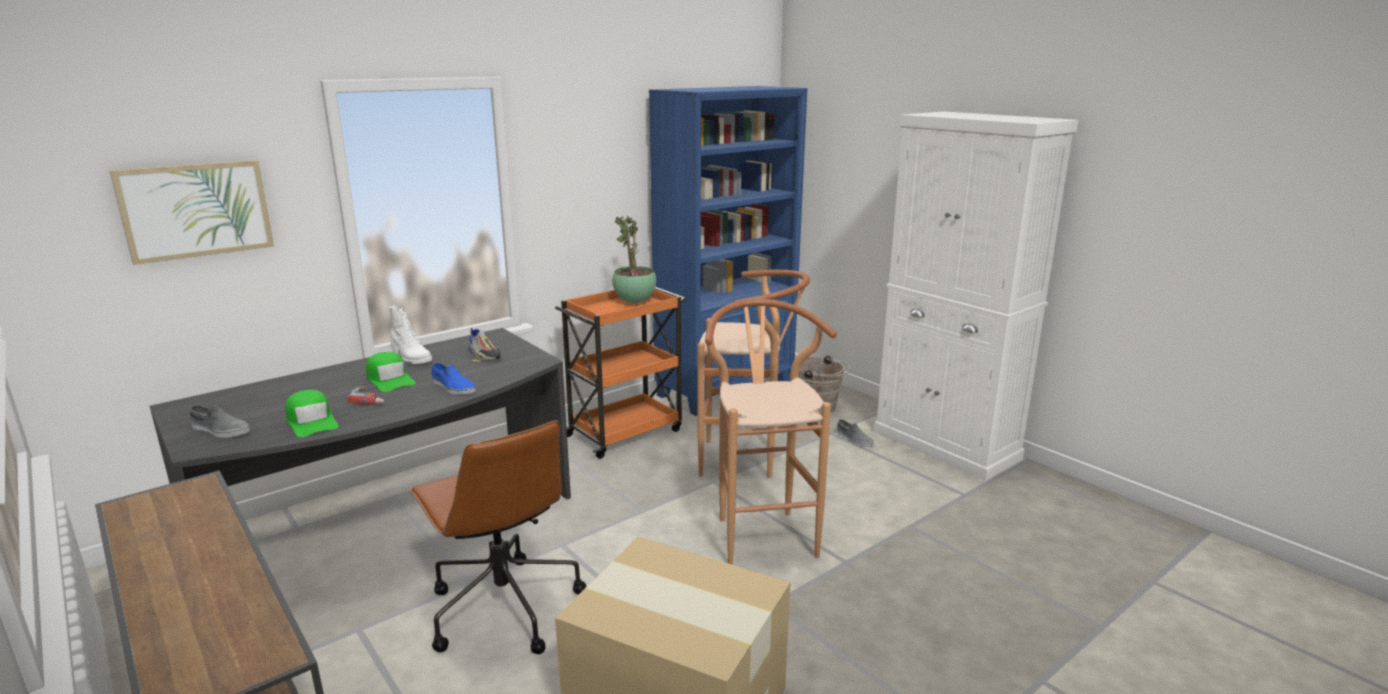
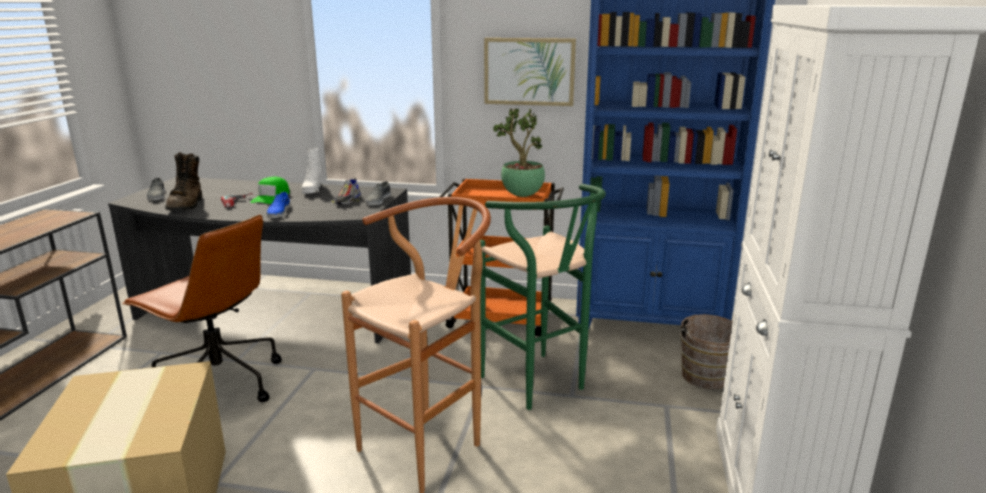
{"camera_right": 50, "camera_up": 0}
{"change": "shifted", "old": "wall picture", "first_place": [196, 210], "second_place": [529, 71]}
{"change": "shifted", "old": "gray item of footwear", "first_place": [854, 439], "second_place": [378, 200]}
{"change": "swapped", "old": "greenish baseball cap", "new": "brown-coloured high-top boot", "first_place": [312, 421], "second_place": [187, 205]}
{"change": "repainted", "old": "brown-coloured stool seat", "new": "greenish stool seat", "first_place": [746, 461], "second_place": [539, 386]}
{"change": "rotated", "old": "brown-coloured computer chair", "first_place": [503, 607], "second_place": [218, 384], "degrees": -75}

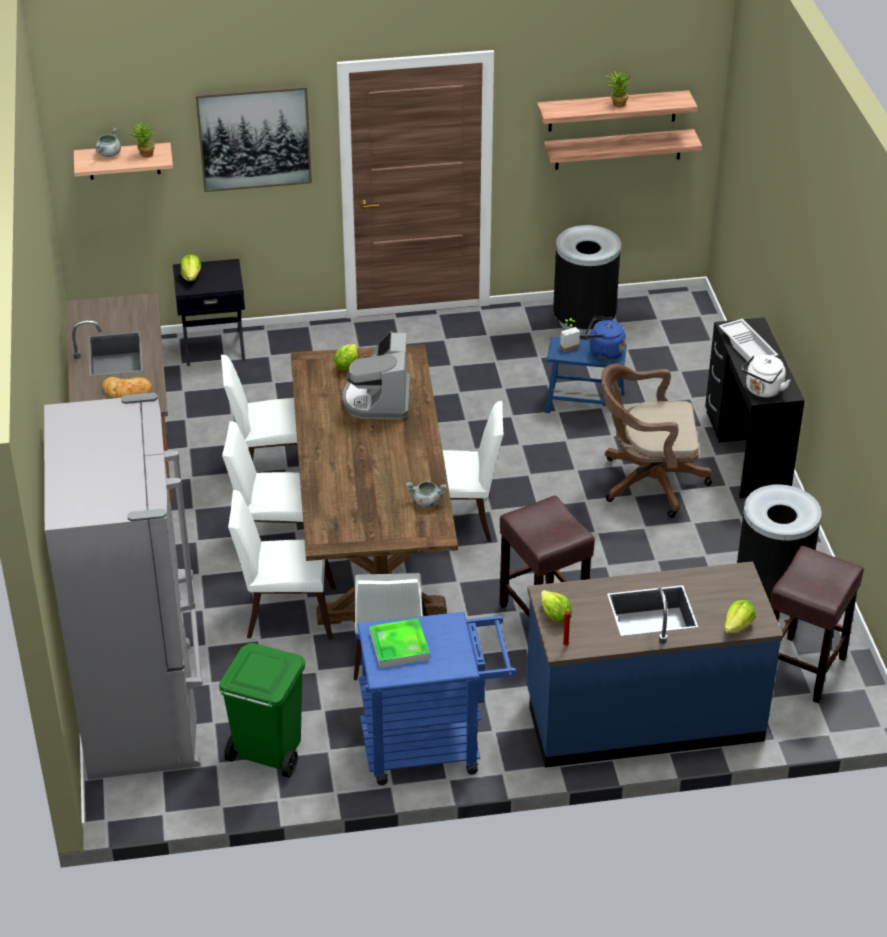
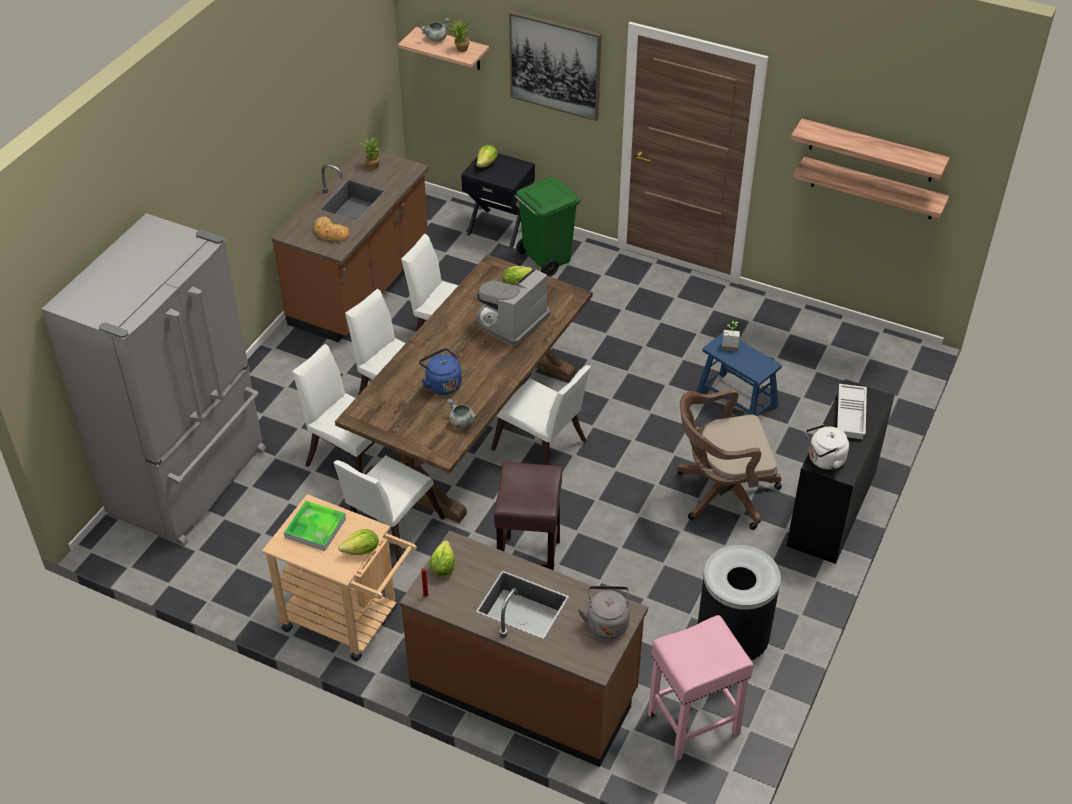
{"camera_right": 35, "camera_up": 5}
{"change": "gone", "old": "black-coloured rubbish bin", "first_place": [584, 321]}
{"change": "new", "new": "gray water kettle", "second_place": [607, 623]}
{"change": "shifted", "old": "greenish rubbish bin", "first_place": [267, 753], "second_place": [546, 259]}
{"change": "shifted", "old": "blue water kettle", "first_place": [604, 352], "second_place": [442, 384]}
{"change": "shifted", "old": "houseplant", "first_place": [616, 104], "second_place": [372, 165]}
{"change": "shifted", "old": "lettuce head", "first_place": [738, 626], "second_place": [362, 551]}
{"change": "repainted", "old": "blue trolley", "new": "beige trolley", "first_place": [432, 745], "second_place": [349, 621]}
{"change": "repainted", "old": "blue kitchen counter", "new": "brown-coloured kitchen counter", "first_place": [643, 717], "second_place": [524, 689]}
{"change": "repainted", "old": "brown-coloured stool seat", "new": "pink-coloured stool seat", "first_place": [803, 670], "second_place": [692, 725]}
{"change": "rotated", "old": "brown-coloured computer chair", "first_place": [647, 482], "second_place": [721, 493], "degrees": -45}

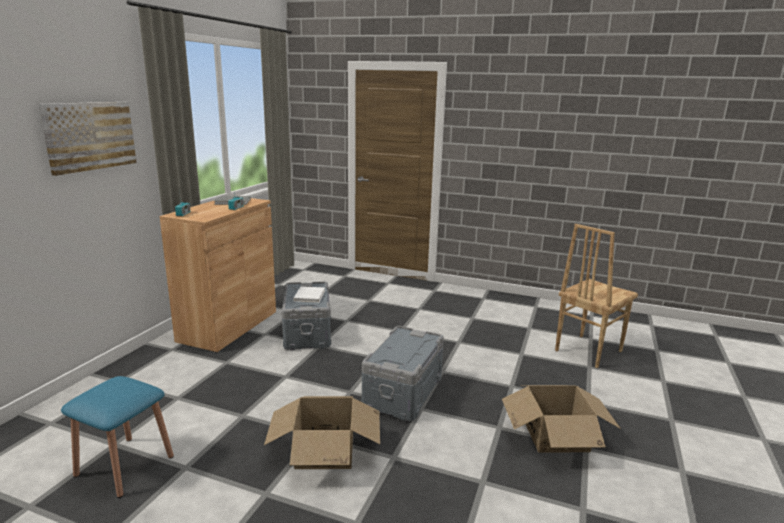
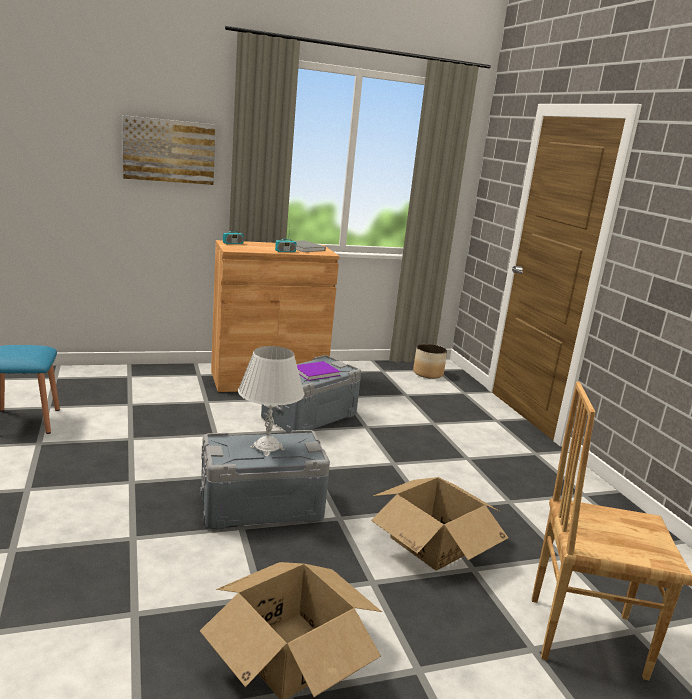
{"camera_right": 50, "camera_up": 0}
{"change": "new", "new": "white-coloured table lamp", "second_place": [267, 448]}
{"change": "new", "new": "flower pot", "second_place": [427, 373]}
{"change": "shifted", "old": "packing box", "first_place": [325, 450], "second_place": [434, 543]}
{"change": "repainted", "old": "white-coloured bound book", "new": "purple-coloured bound book", "first_place": [310, 295], "second_place": [317, 372]}

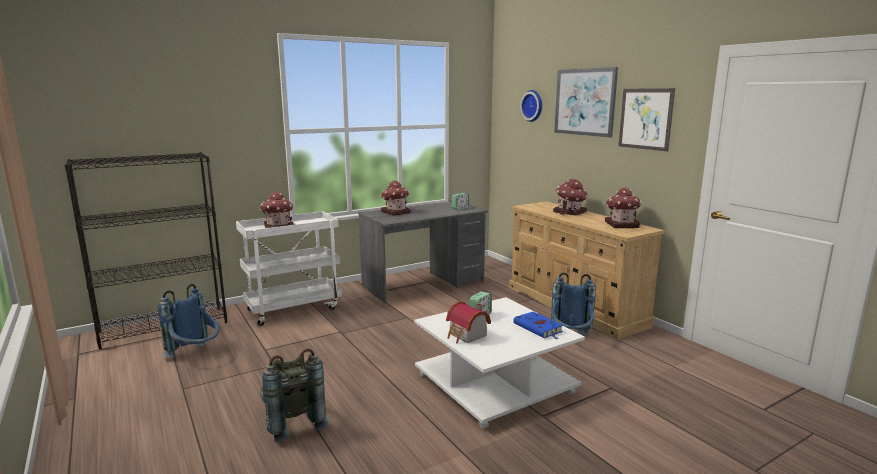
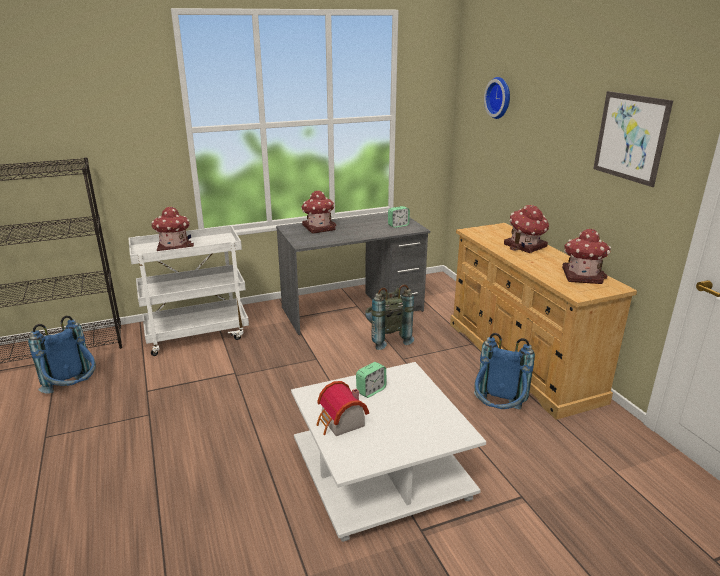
{"camera_right": 10, "camera_up": 10}
{"change": "gone", "old": "blue bound book", "first_place": [539, 328]}
{"change": "gone", "old": "wall picture", "first_place": [584, 102]}
{"change": "shifted", "old": "gray backpack", "first_place": [292, 423], "second_place": [386, 338]}

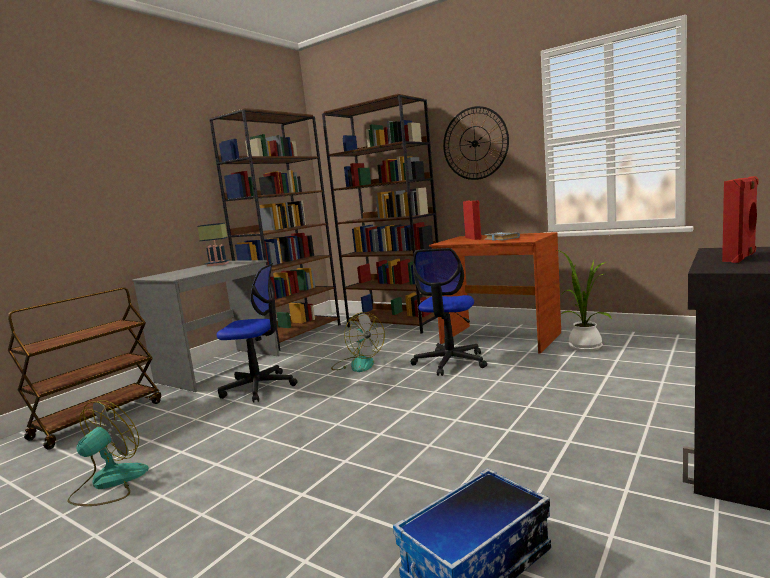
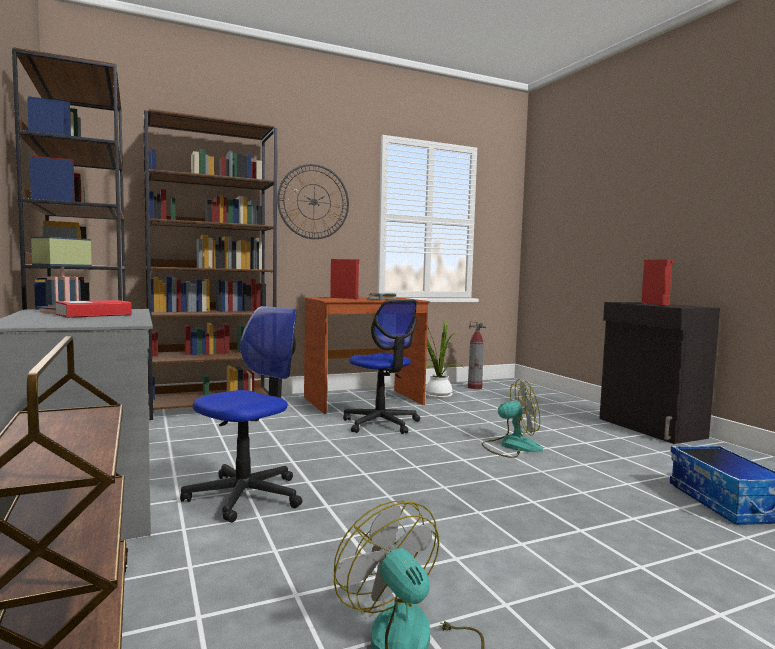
{"camera_right": -60, "camera_up": -5}
{"change": "new", "new": "bound book", "second_place": [94, 315]}
{"change": "new", "new": "fire-fighting cylinder", "second_place": [475, 387]}
{"change": "shifted", "old": "fan", "first_place": [358, 364], "second_place": [511, 446]}

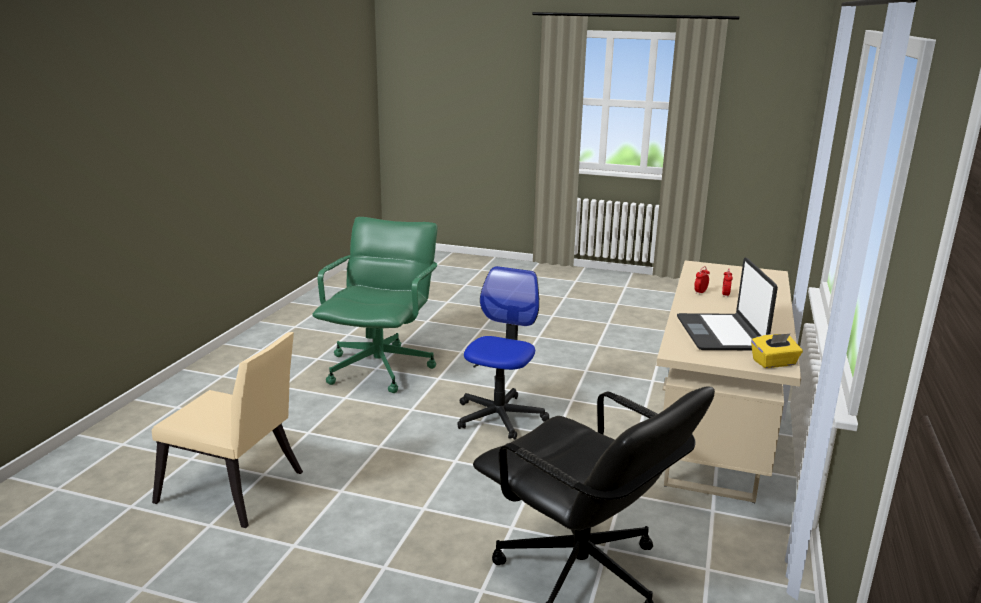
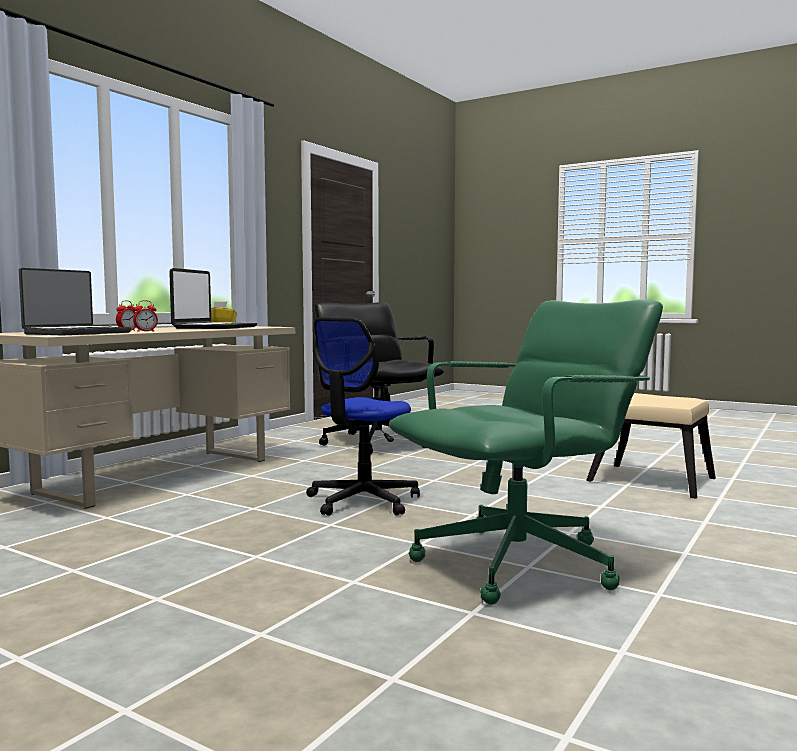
{"camera_right": -165, "camera_up": -15}
{"change": "new", "new": "notebook computer", "second_place": [77, 333]}
{"change": "rotated", "old": "greenish computer chair", "first_place": [380, 368], "second_place": [520, 564], "degrees": -150}

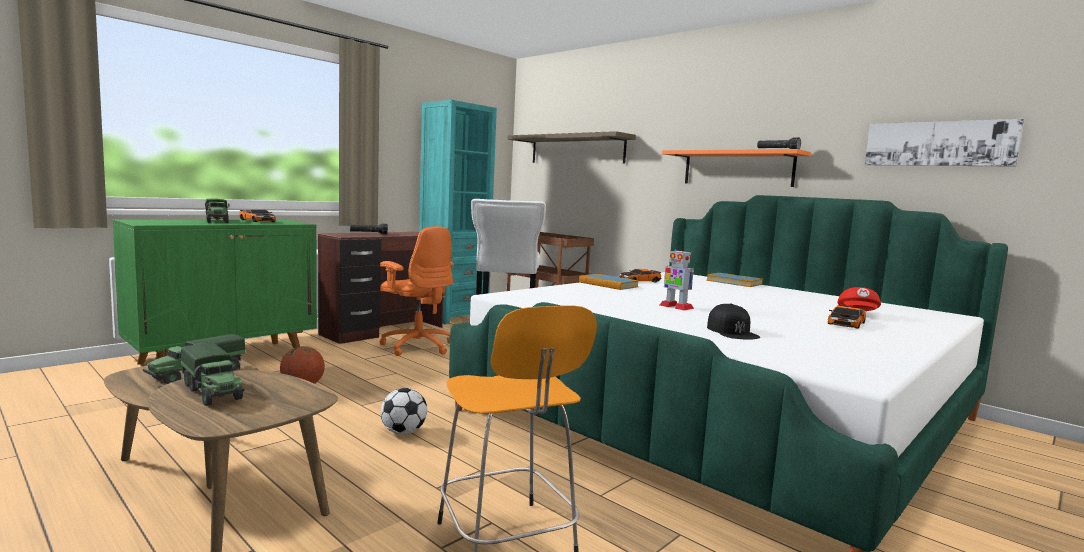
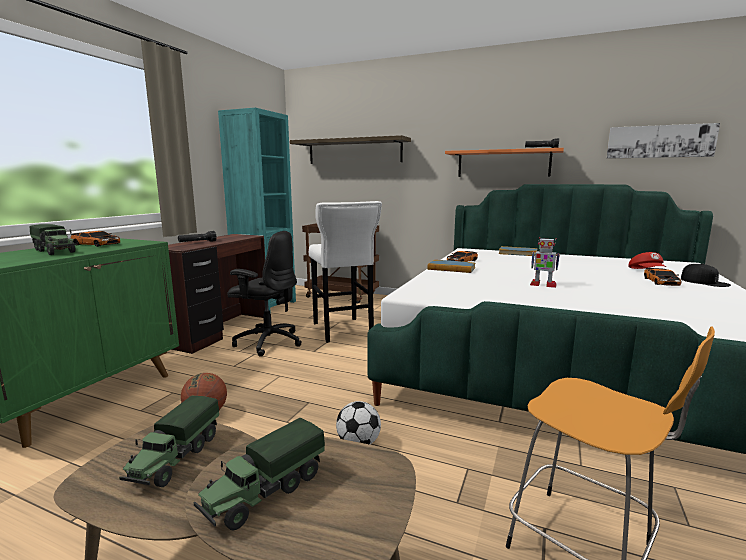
{"camera_right": -20, "camera_up": 5}
{"change": "shifted", "old": "black-coloured baseball cap", "first_place": [732, 331], "second_place": [704, 282]}
{"change": "repainted", "old": "orange computer chair", "new": "black-coloured computer chair", "first_place": [417, 346], "second_place": [268, 342]}
{"change": "rotated", "old": "model truck", "first_place": [213, 392], "second_place": [264, 492], "degrees": 105}

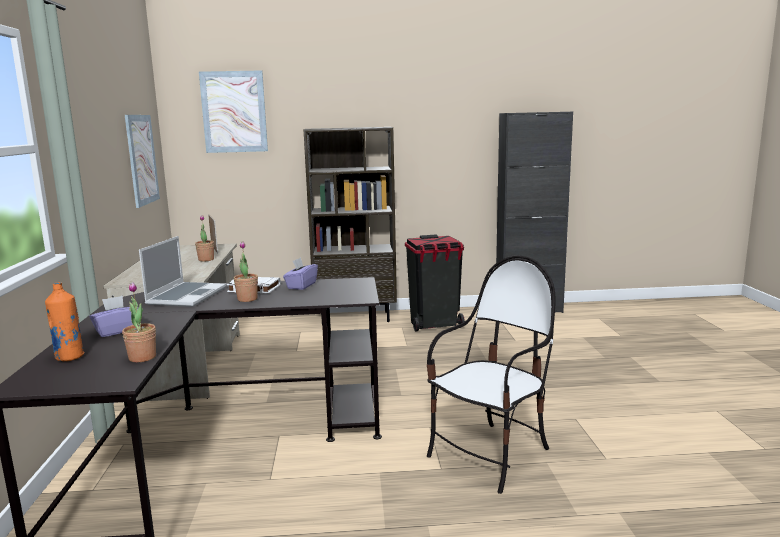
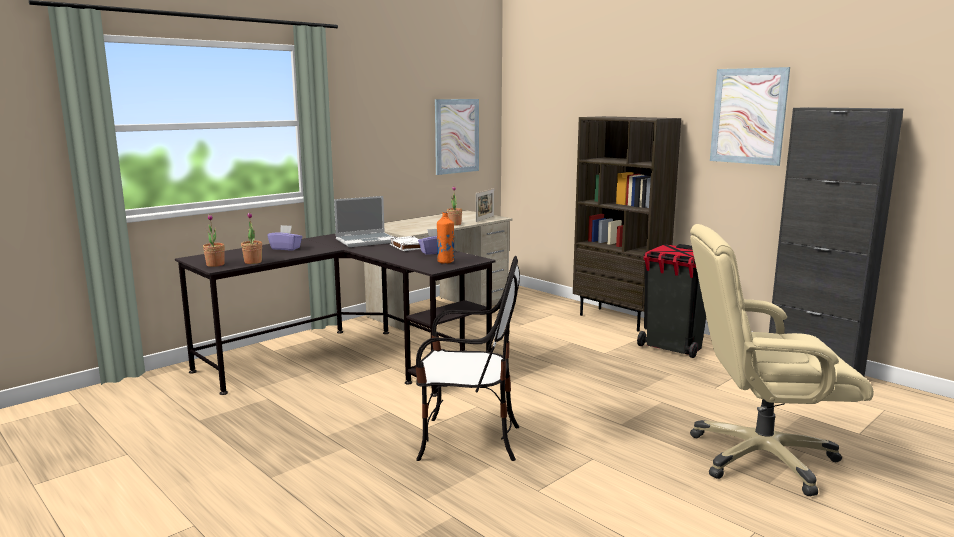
{"camera_right": 50, "camera_up": 0}
{"change": "new", "new": "beige computer chair", "second_place": [760, 457]}
{"change": "shifted", "old": "orange bottle", "first_place": [69, 357], "second_place": [445, 262]}
{"change": "shifted", "old": "wall picture", "first_place": [234, 112], "second_place": [748, 116]}
{"change": "shifted", "old": "houseplant", "first_place": [247, 299], "second_place": [215, 264]}

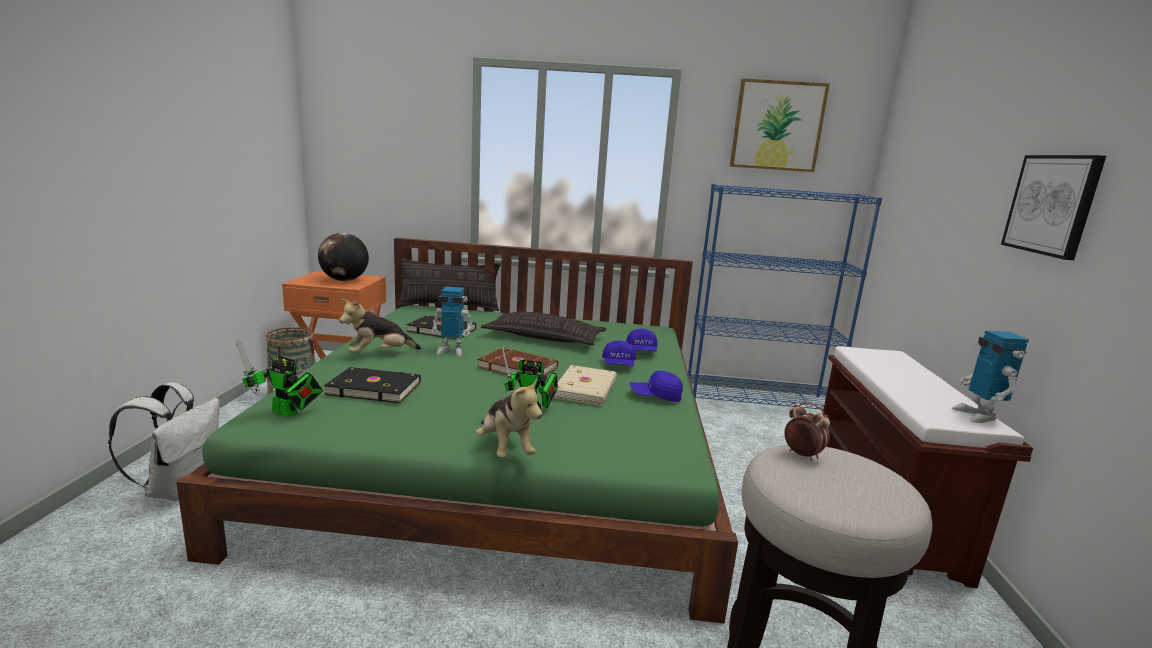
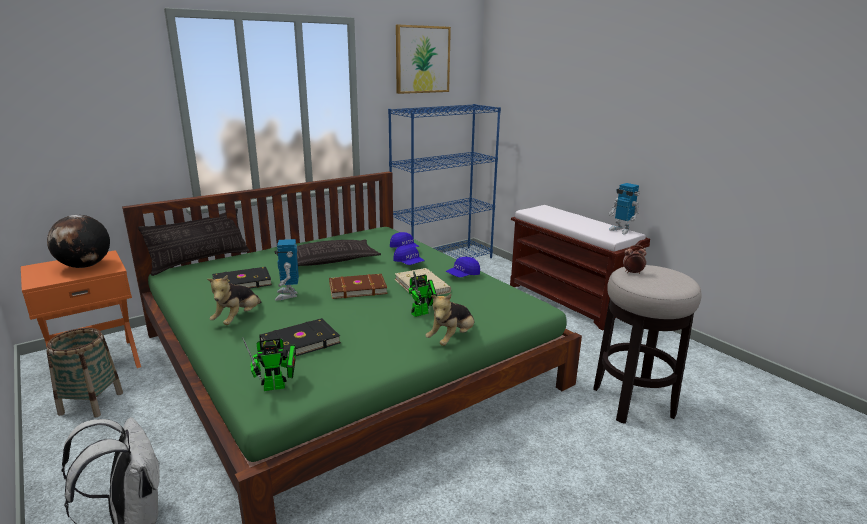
{"camera_right": -40, "camera_up": 5}
{"change": "gone", "old": "wall picture", "first_place": [1052, 205]}
{"change": "rotated", "old": "toy robot", "first_place": [451, 351], "second_place": [288, 295], "degrees": 120}
{"change": "rotated", "old": "cuddly toy", "first_place": [505, 448], "second_place": [452, 339], "degrees": 105}

